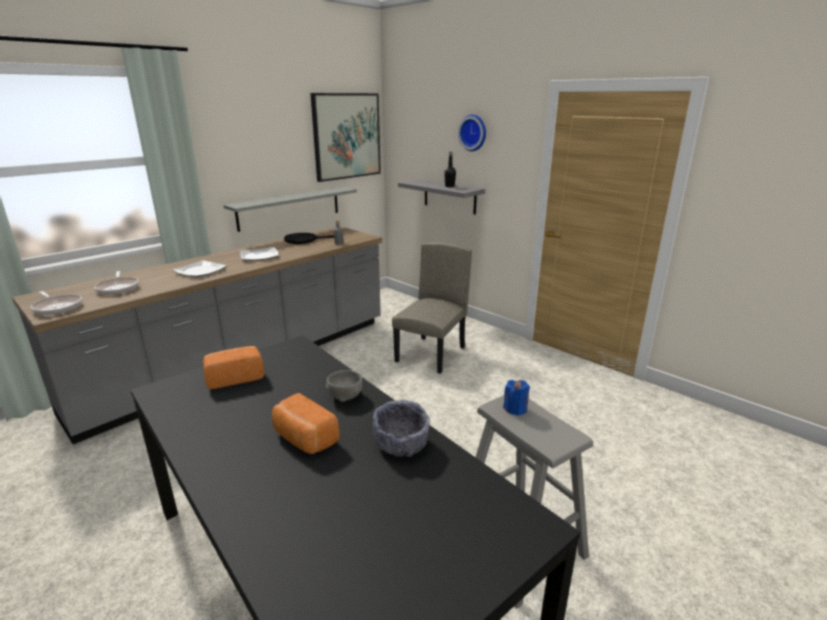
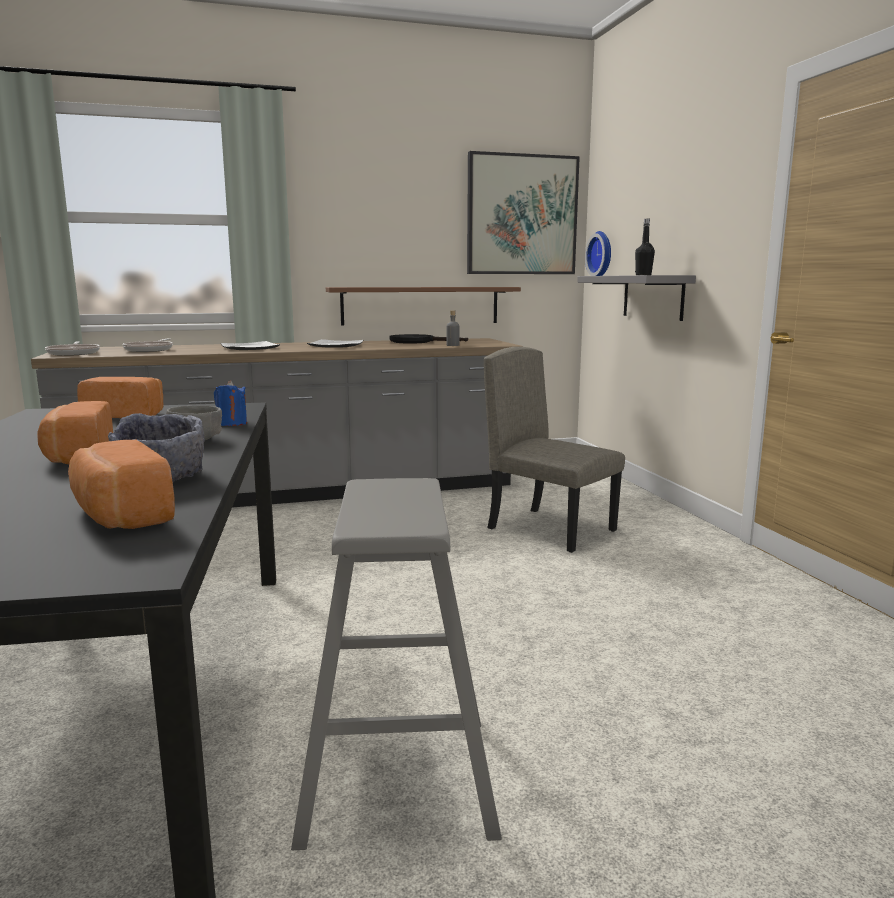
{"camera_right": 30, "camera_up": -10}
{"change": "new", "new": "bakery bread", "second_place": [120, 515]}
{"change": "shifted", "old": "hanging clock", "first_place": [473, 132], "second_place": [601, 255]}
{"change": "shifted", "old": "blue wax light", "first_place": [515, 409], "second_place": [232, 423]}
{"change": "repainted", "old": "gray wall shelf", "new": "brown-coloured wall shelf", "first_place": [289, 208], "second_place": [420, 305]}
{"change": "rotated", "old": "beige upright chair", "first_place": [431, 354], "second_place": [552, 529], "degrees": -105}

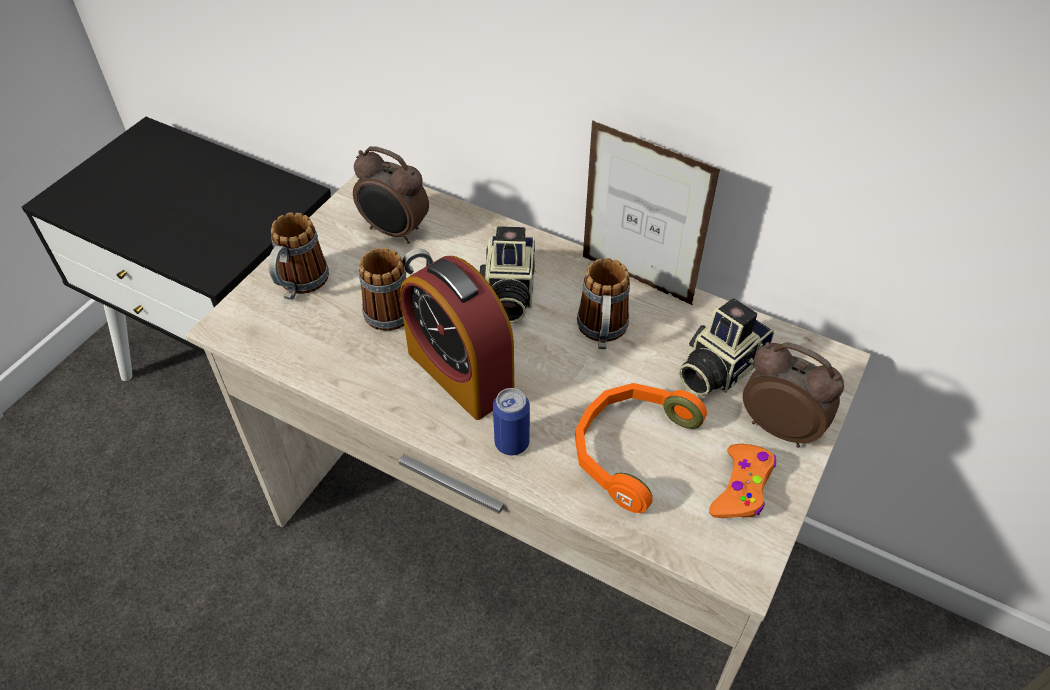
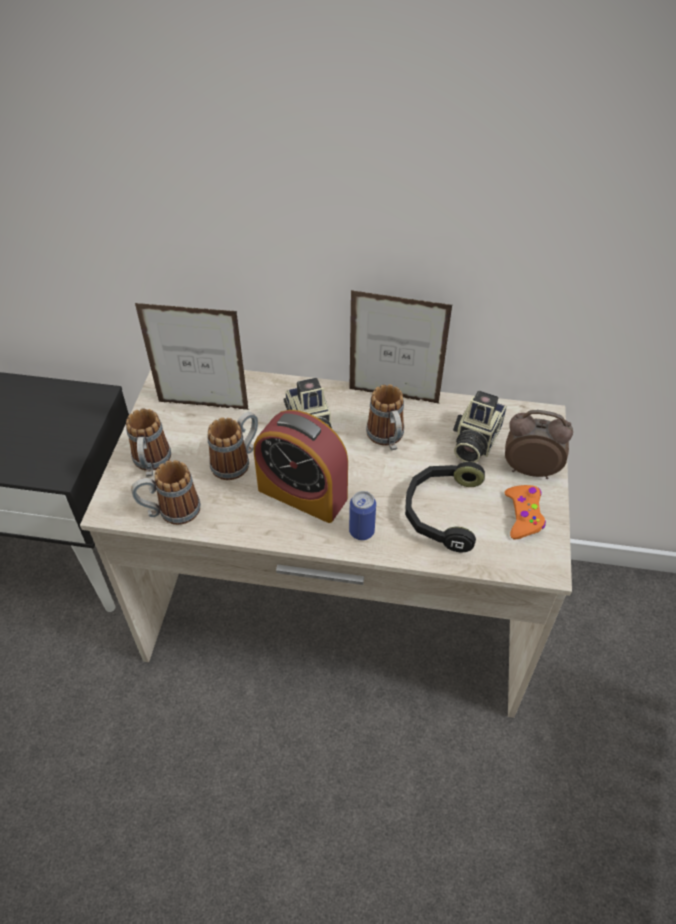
{"camera_right": -20, "camera_up": 0}
{"change": "new", "new": "coffee mug", "second_place": [171, 512]}
{"change": "swapped", "old": "bedside clock", "new": "photo frame", "first_place": [394, 232], "second_place": [203, 405]}
{"change": "repainted", "old": "orange headphones", "new": "black-coloured headphones", "first_place": [629, 448], "second_place": [441, 511]}

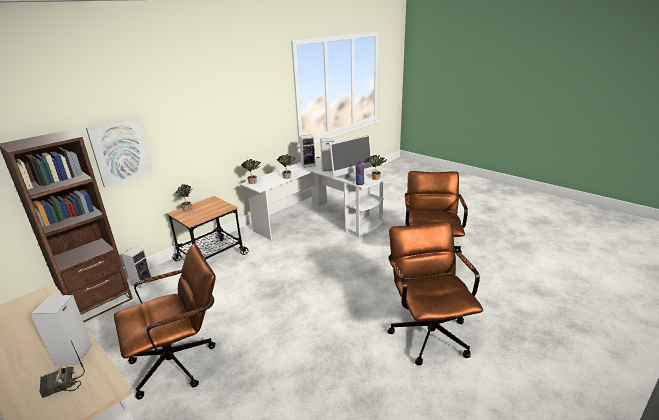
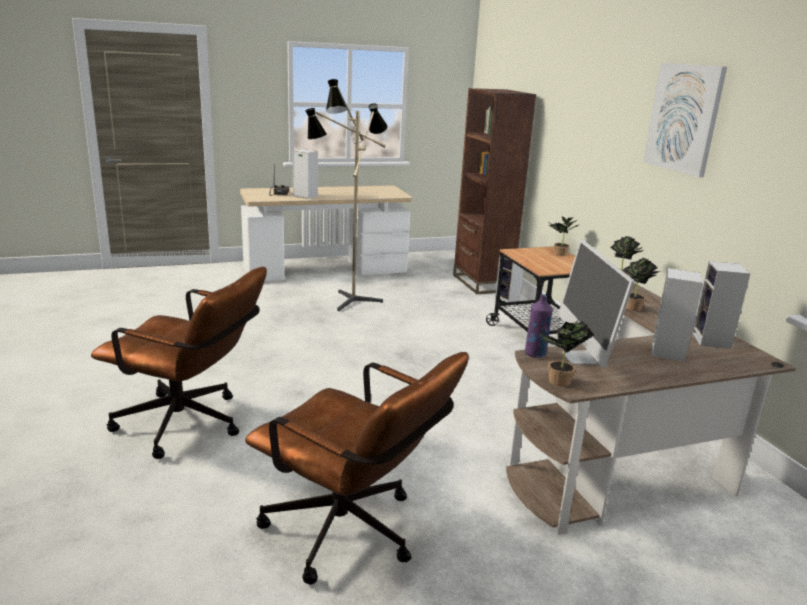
{"camera_right": 115, "camera_up": -5}
{"change": "shifted", "old": "wall picture", "first_place": [121, 151], "second_place": [684, 118]}
{"change": "swapped", "old": "brown-coloured computer chair", "new": "standing lamp", "first_place": [180, 361], "second_place": [347, 301]}
{"change": "repainted", "old": "white-coloured desk table", "new": "brown-coloured desk table", "first_place": [319, 220], "second_place": [623, 453]}

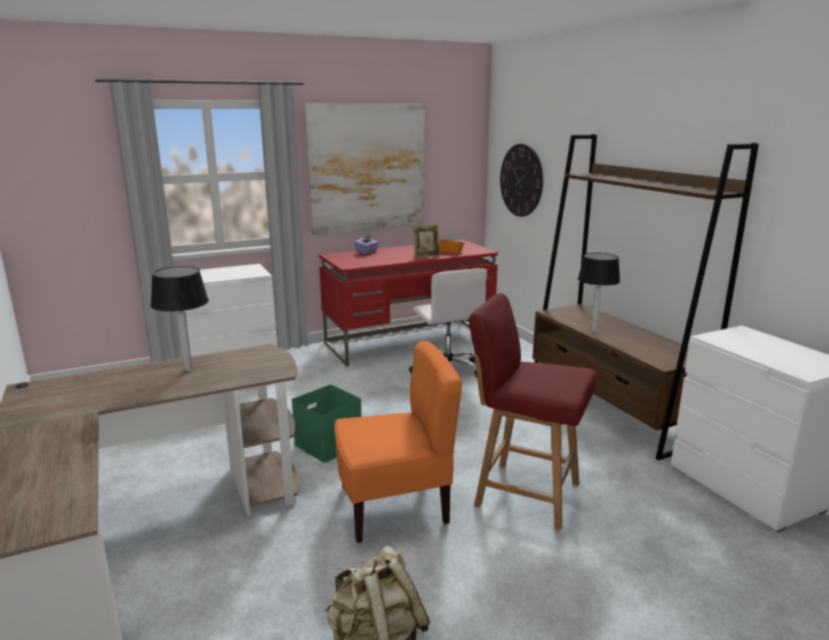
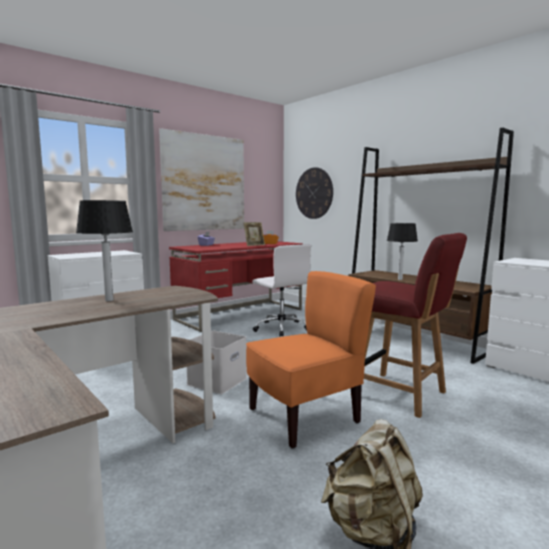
{"camera_right": -15, "camera_up": -10}
{"change": "repainted", "old": "greenish storage bin", "new": "white-coloured storage bin", "first_place": [328, 443], "second_place": [217, 380]}
{"change": "rotated", "old": "reddish upright chair", "first_place": [525, 493], "second_place": [401, 394], "degrees": -150}

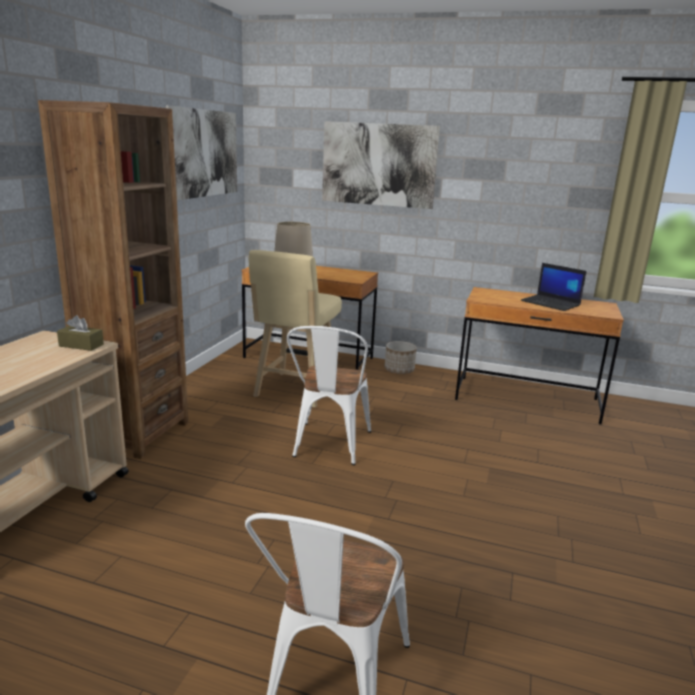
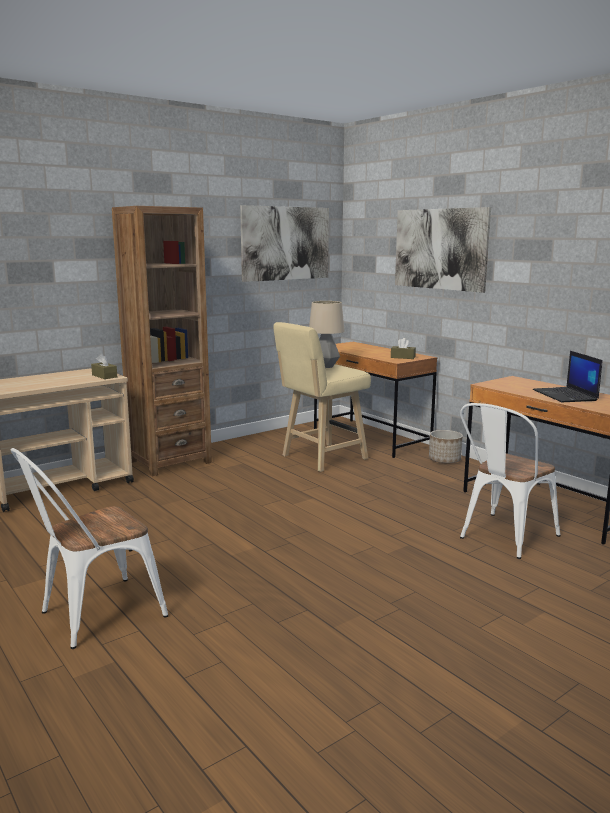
{"camera_right": 35, "camera_up": -5}
{"change": "new", "new": "brown-coloured tissue holder", "second_place": [403, 357]}
{"change": "shifted", "old": "white-coloured upright chair", "first_place": [329, 446], "second_place": [503, 538]}

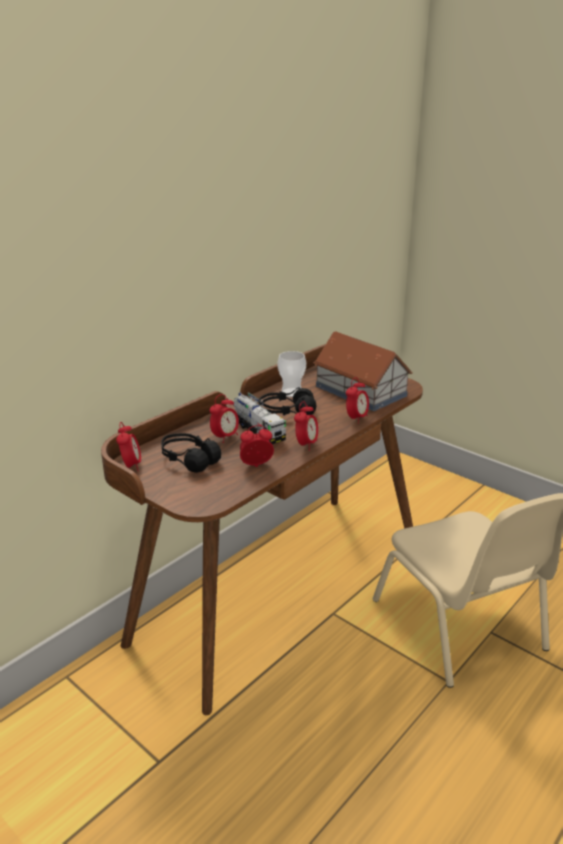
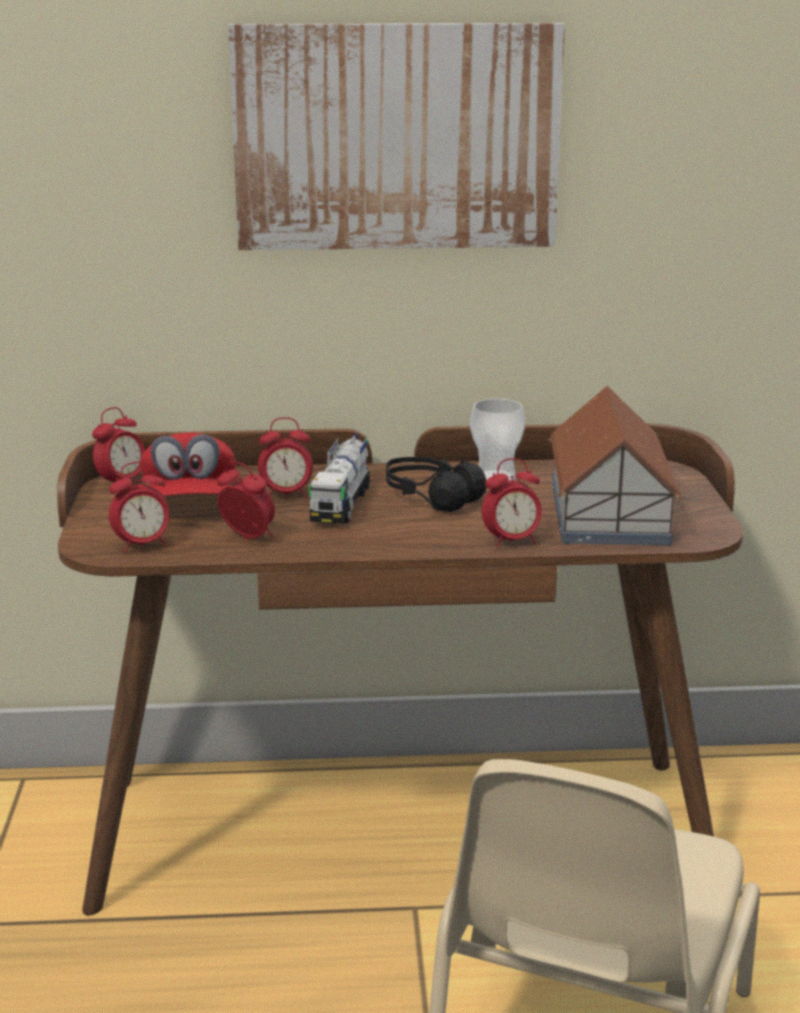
{"camera_right": 45, "camera_up": -5}
{"change": "new", "new": "wall picture", "second_place": [396, 137]}
{"change": "shifted", "old": "bedside clock", "first_place": [306, 445], "second_place": [143, 546]}
{"change": "swapped", "old": "black-coloured headphones", "new": "reddish baseball cap", "first_place": [189, 460], "second_place": [190, 502]}

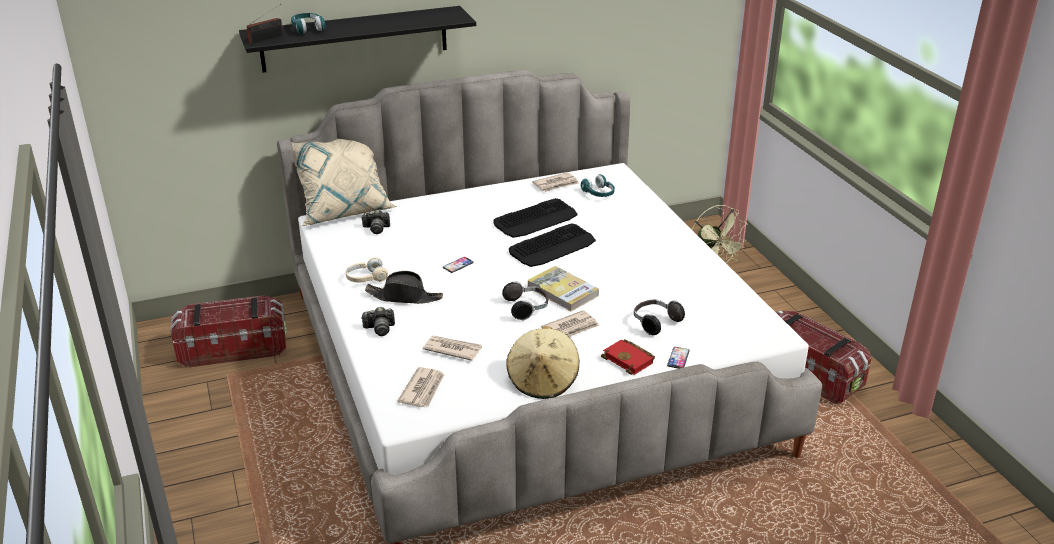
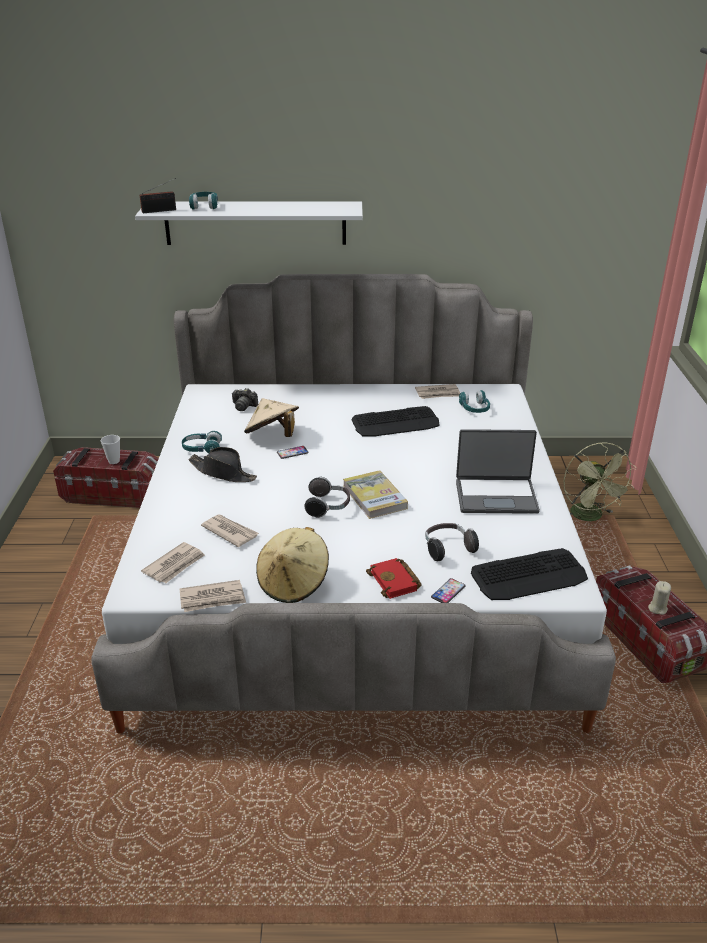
{"camera_right": 20, "camera_up": 0}
{"change": "gone", "old": "beige cushion", "first_place": [343, 210]}
{"change": "gone", "old": "photo camera", "first_place": [379, 329]}
{"change": "new", "new": "small cup", "second_place": [114, 461]}
{"change": "new", "new": "beige hat", "second_place": [272, 436]}
{"change": "new", "new": "notebook computer", "second_place": [496, 496]}
{"change": "new", "new": "beige wax light", "second_place": [657, 608]}
{"change": "shifted", "old": "PC keyboard", "first_place": [552, 246], "second_place": [529, 576]}
{"change": "shifted", "old": "newspaper", "first_place": [571, 328], "second_place": [213, 599]}
{"change": "repainted", "old": "black-coloured wall shelf", "new": "white-coloured wall shelf", "first_place": [354, 39], "second_place": [255, 223]}
{"change": "repainted", "old": "beige headphones", "new": "blue-green headphones", "first_place": [366, 278], "second_place": [202, 449]}

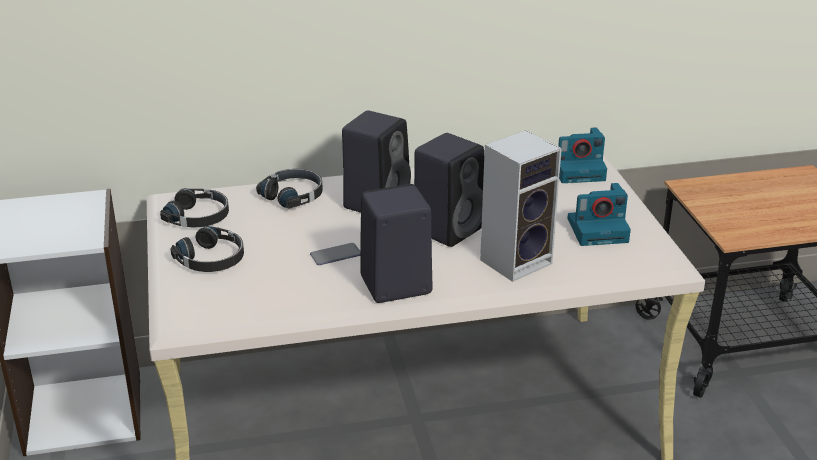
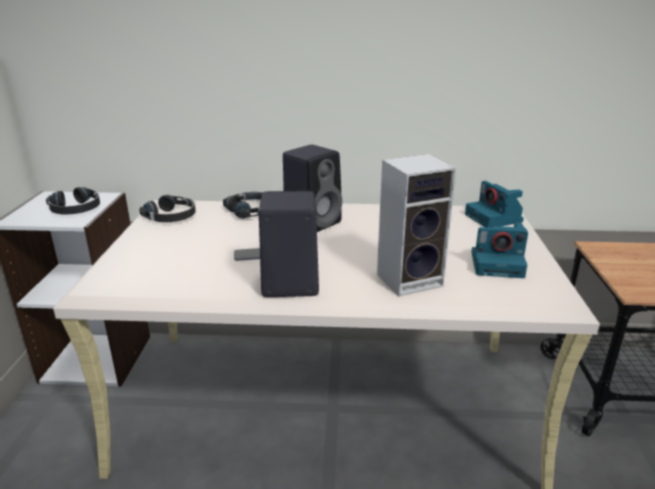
{"camera_right": 15, "camera_up": -5}
{"change": "gone", "old": "black-coloured audio speaker", "first_place": [449, 228]}
{"change": "shifted", "old": "black-coloured headphones", "first_place": [212, 259], "second_place": [76, 209]}
{"change": "rotated", "old": "photo camera", "first_place": [579, 170], "second_place": [494, 218], "degrees": 60}

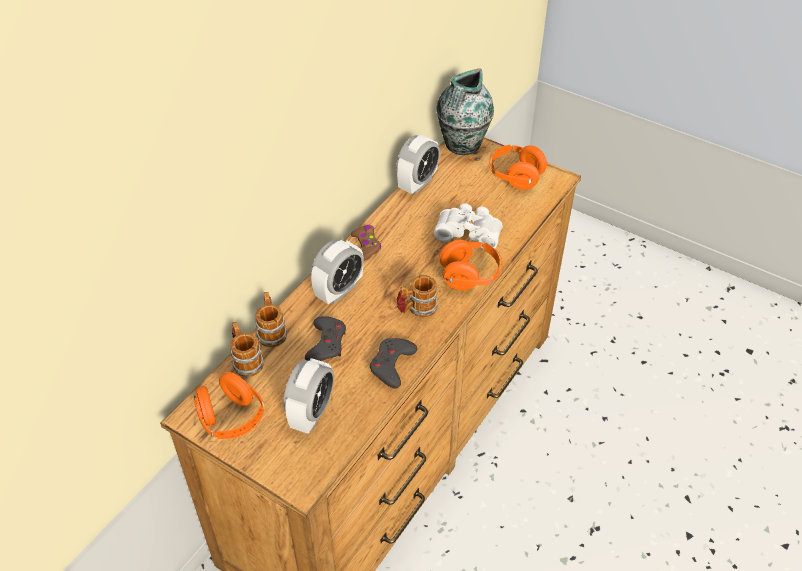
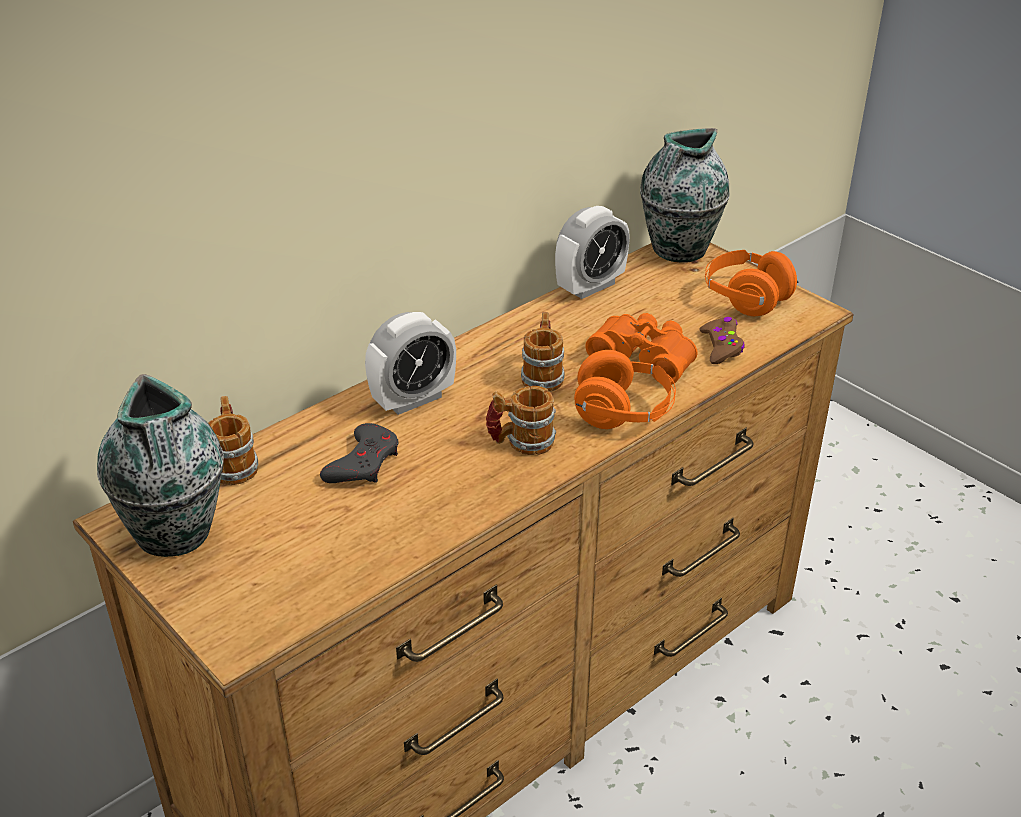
{"camera_right": 15, "camera_up": -10}
{"change": "gone", "old": "bedside clock", "first_place": [311, 413]}
{"change": "gone", "old": "gray joypad", "first_place": [392, 365]}
{"change": "shifted", "old": "coffee mug", "first_place": [272, 331], "second_place": [543, 375]}
{"change": "shifted", "old": "brown-coloured joypad", "first_place": [366, 245], "second_place": [721, 347]}
{"change": "swapped", "old": "orange headphones", "new": "decorative vase", "first_place": [231, 419], "second_place": [175, 534]}
{"change": "repainted", "old": "white-coloured field glasses", "new": "orange field glasses", "first_place": [469, 232], "second_place": [644, 357]}

